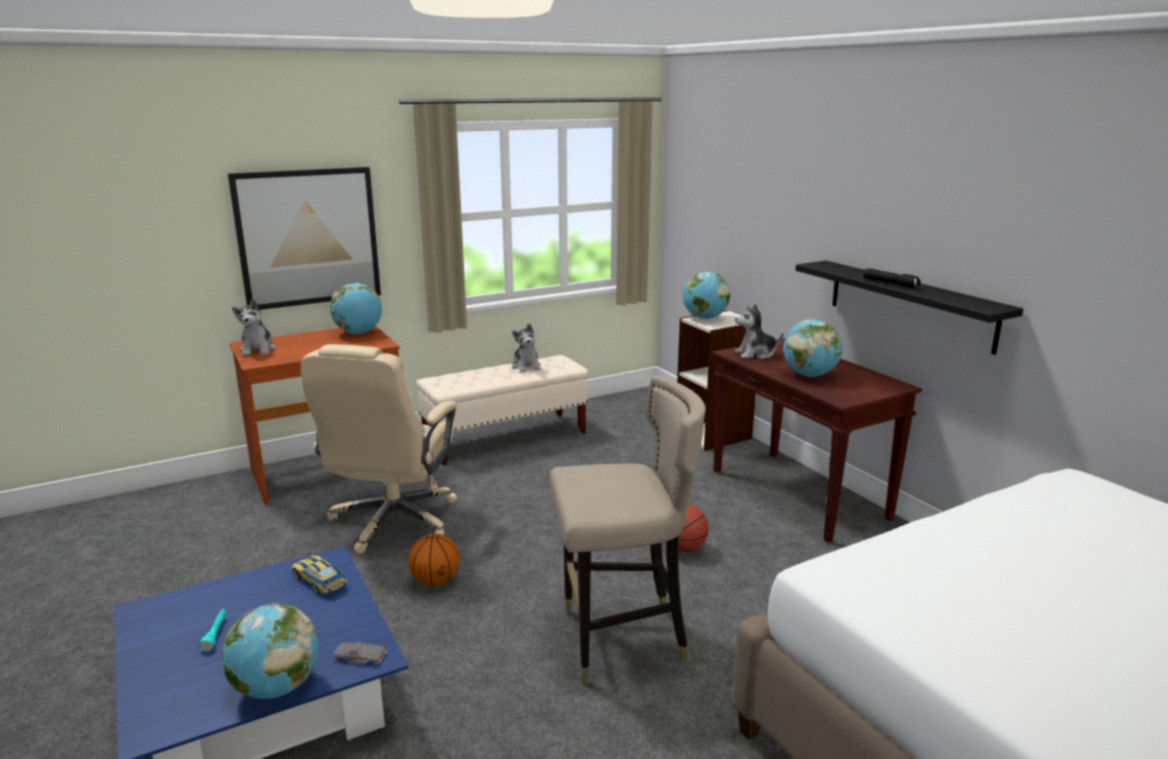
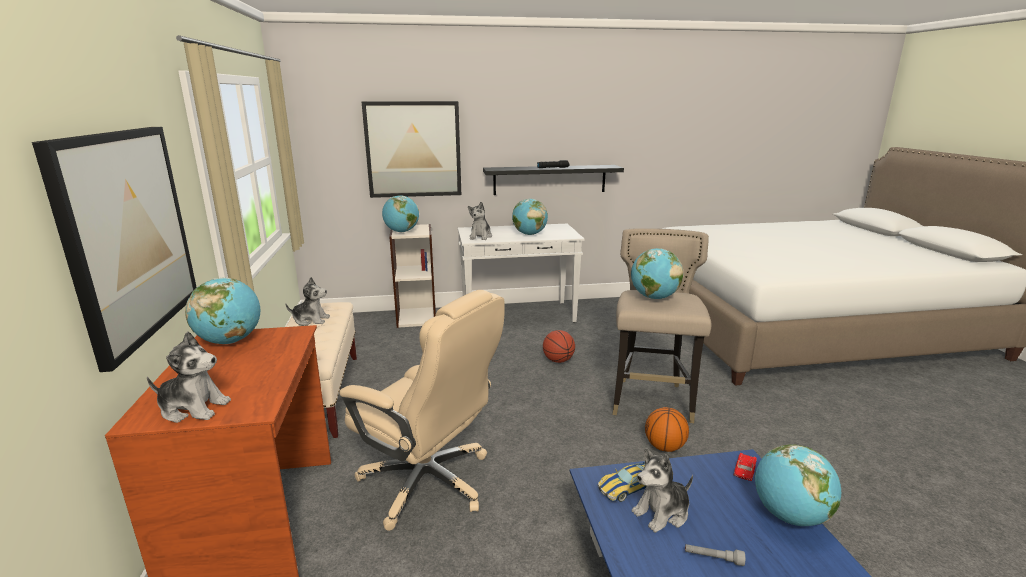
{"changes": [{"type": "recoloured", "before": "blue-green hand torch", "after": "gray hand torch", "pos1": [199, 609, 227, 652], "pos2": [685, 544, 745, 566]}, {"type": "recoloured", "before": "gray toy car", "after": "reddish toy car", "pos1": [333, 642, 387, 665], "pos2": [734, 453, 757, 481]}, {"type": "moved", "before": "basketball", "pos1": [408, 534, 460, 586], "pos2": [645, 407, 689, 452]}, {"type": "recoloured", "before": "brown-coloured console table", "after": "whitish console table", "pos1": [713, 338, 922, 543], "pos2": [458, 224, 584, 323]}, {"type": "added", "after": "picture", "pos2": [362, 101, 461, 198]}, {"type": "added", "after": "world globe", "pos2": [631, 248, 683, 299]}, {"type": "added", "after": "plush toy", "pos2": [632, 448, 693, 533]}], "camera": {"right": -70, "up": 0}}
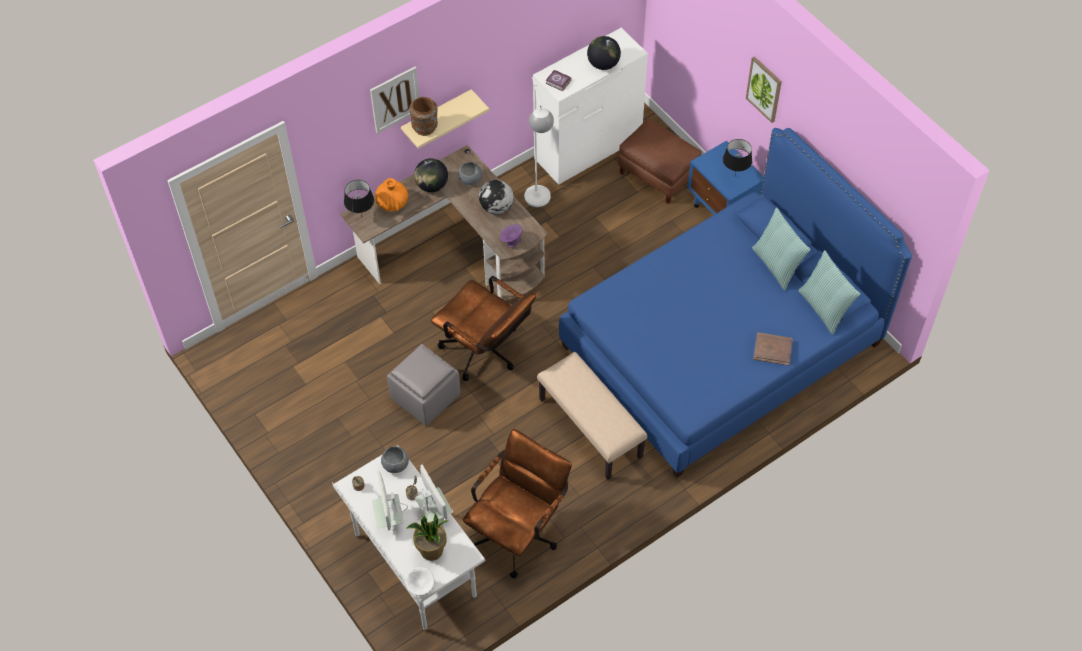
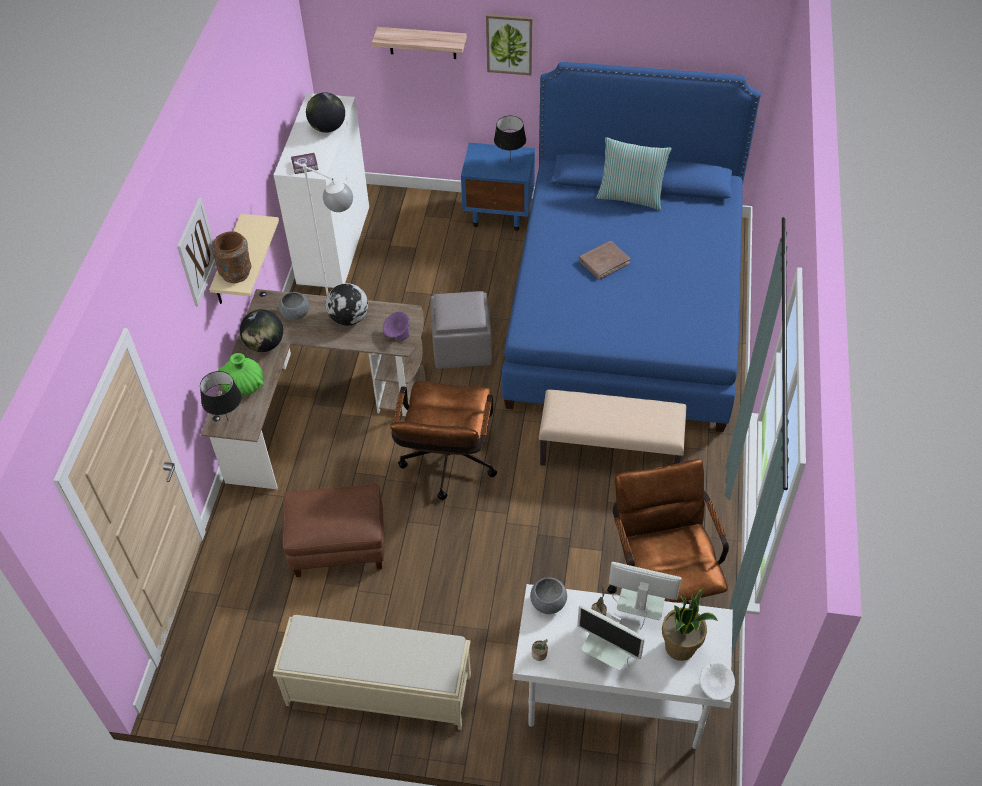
{"changes": [{"type": "recoloured", "before": "orange decorative vase", "after": "greenish decorative vase", "pos1": [375, 178, 408, 211], "pos2": [218, 353, 264, 396]}, {"type": "moved", "before": "gray pouffe", "pos1": [387, 344, 460, 426], "pos2": [431, 291, 492, 369]}, {"type": "turned", "before": "brown-coloured computer chair", "pos1": [431, 276, 536, 381], "pos2": [390, 381, 497, 500], "turn": 105}, {"type": "moved", "before": "brown-coloured pouffe", "pos1": [618, 119, 702, 204], "pos2": [283, 484, 385, 577]}, {"type": "moved", "before": "brown-coloured bound book", "pos1": [753, 332, 793, 365], "pos2": [579, 241, 631, 280]}, {"type": "removed", "before": "throw pillow", "pos1": [799, 250, 861, 335]}, {"type": "added", "after": "beige bench", "pos2": [273, 615, 471, 730]}, {"type": "added", "after": "wall shelf", "pos2": [372, 27, 467, 59]}], "camera": {"right": -45, "up": -5}}
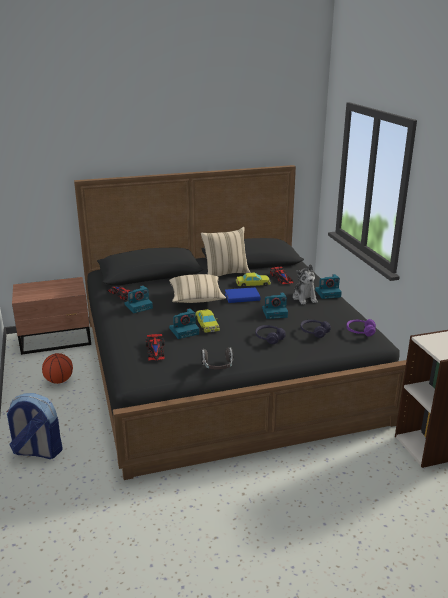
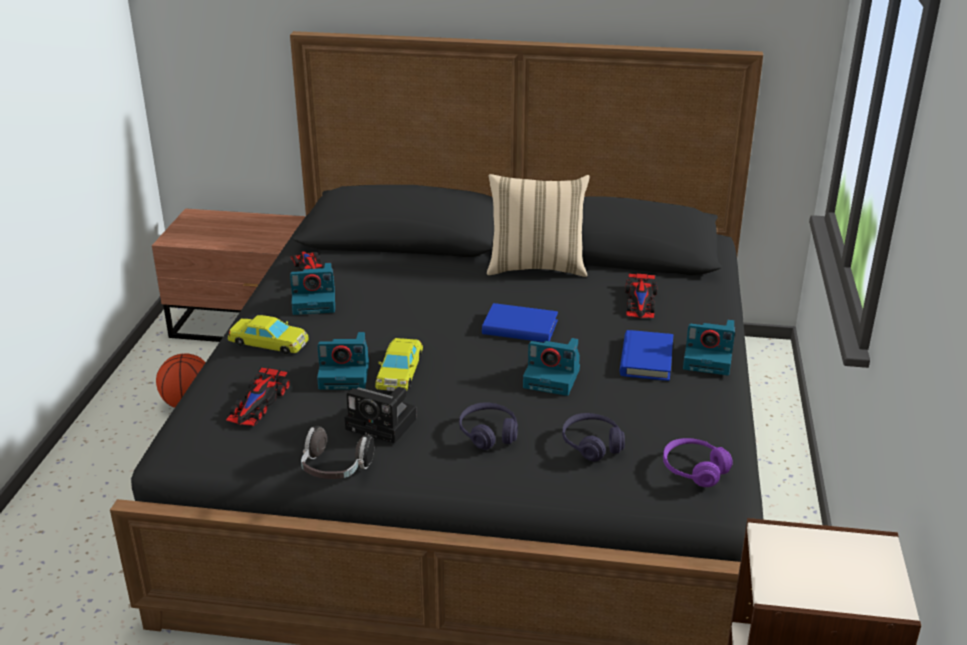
{"changes": [{"type": "removed", "before": "rucksack", "pos1": [7, 393, 63, 459]}, {"type": "removed", "before": "beige throw pillow", "pos1": [169, 274, 226, 303]}, {"type": "moved", "before": "yellow-coloured toy car", "pos1": [236, 273, 271, 287], "pos2": [227, 315, 309, 354]}, {"type": "replaced", "before": "plush toy", "after": "bluish bound book", "pos1": [293, 264, 318, 305], "pos2": [620, 330, 673, 381]}, {"type": "added", "after": "photo camera", "pos2": [345, 387, 417, 444]}], "camera": {"right": 25, "up": 5}}
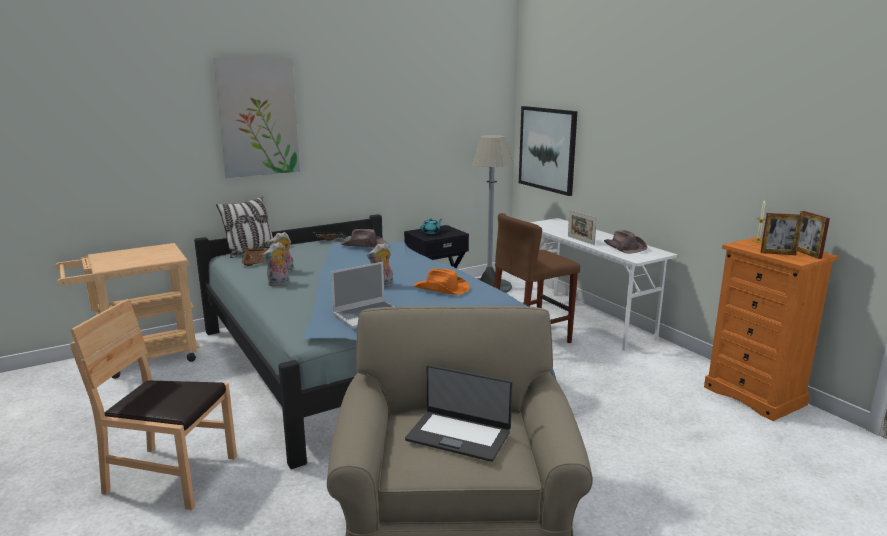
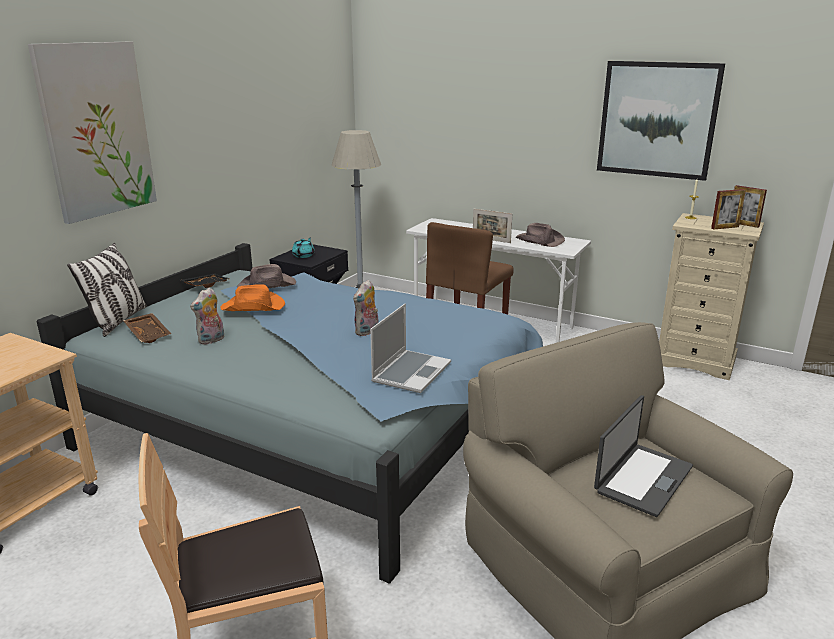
{"changes": [{"type": "removed", "before": "plush toy", "pos1": [263, 242, 289, 286]}, {"type": "turned", "before": "portable computer", "pos1": [405, 365, 513, 462], "pos2": [594, 395, 693, 517], "turn": -45}, {"type": "moved", "before": "orange hat", "pos1": [414, 269, 470, 295], "pos2": [220, 284, 285, 311]}, {"type": "moved", "before": "picture", "pos1": [519, 106, 577, 196], "pos2": [597, 61, 725, 181]}, {"type": "recoloured", "before": "orange dresser", "after": "beige dresser", "pos1": [704, 237, 838, 421], "pos2": [659, 213, 764, 380]}], "camera": {"right": -30, "up": 5}}
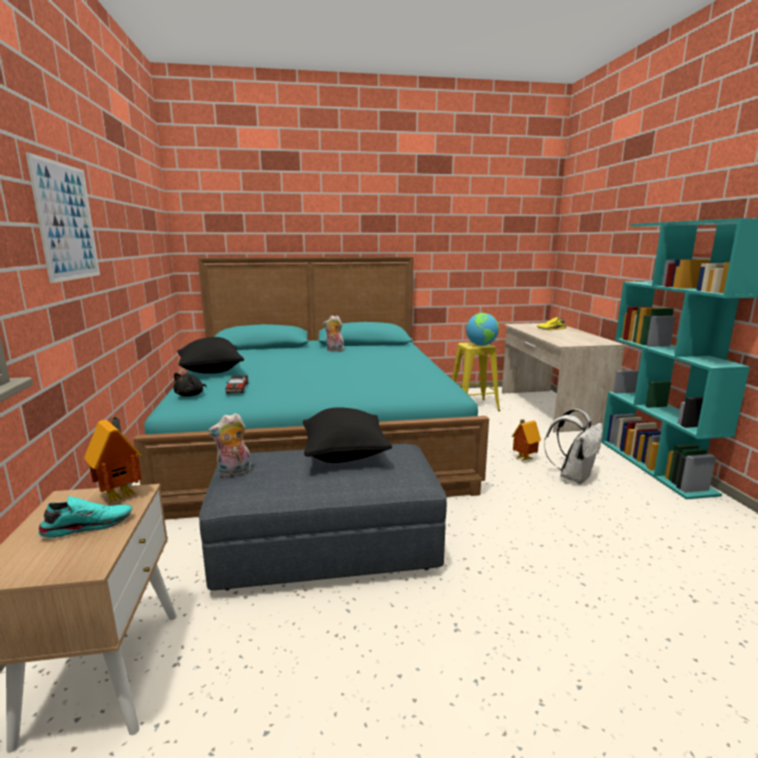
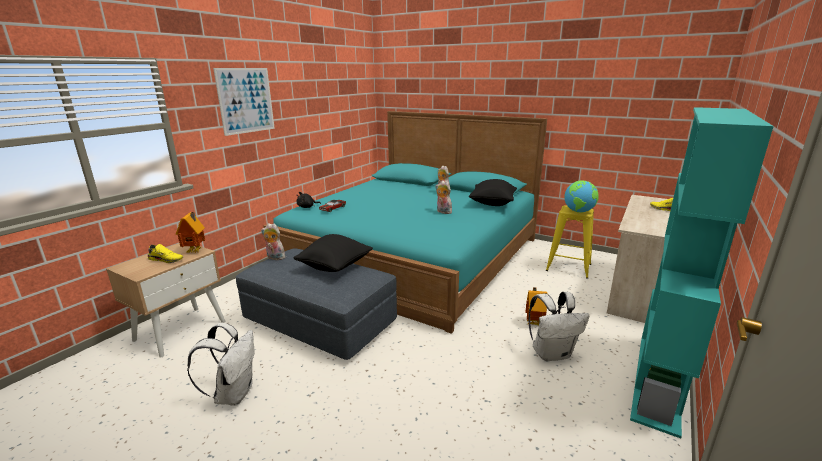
{"changes": [{"type": "recoloured", "before": "blue-green low shoe", "after": "yellow-coloured low shoe", "pos1": [38, 496, 132, 538], "pos2": [148, 244, 183, 263]}, {"type": "moved", "before": "blackish throw pillow", "pos1": [177, 337, 244, 374], "pos2": [469, 179, 517, 206]}, {"type": "added", "after": "whitish rucksack", "pos2": [187, 323, 255, 406]}, {"type": "added", "after": "plush toy", "pos2": [435, 180, 452, 214]}], "camera": {"right": 40, "up": 5}}
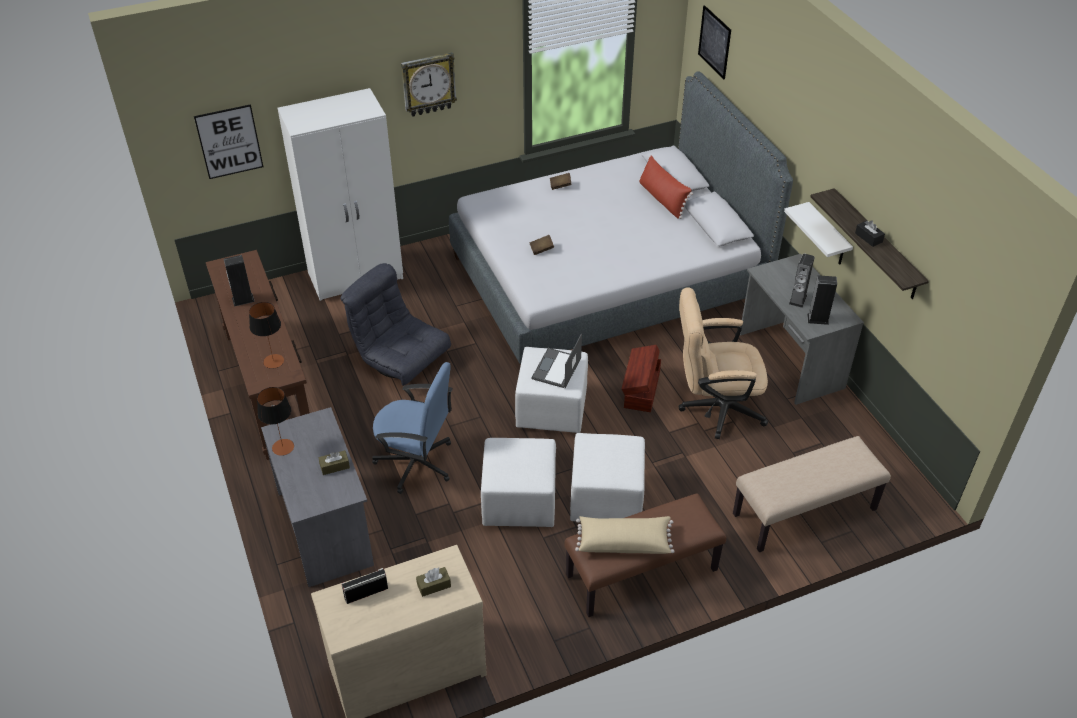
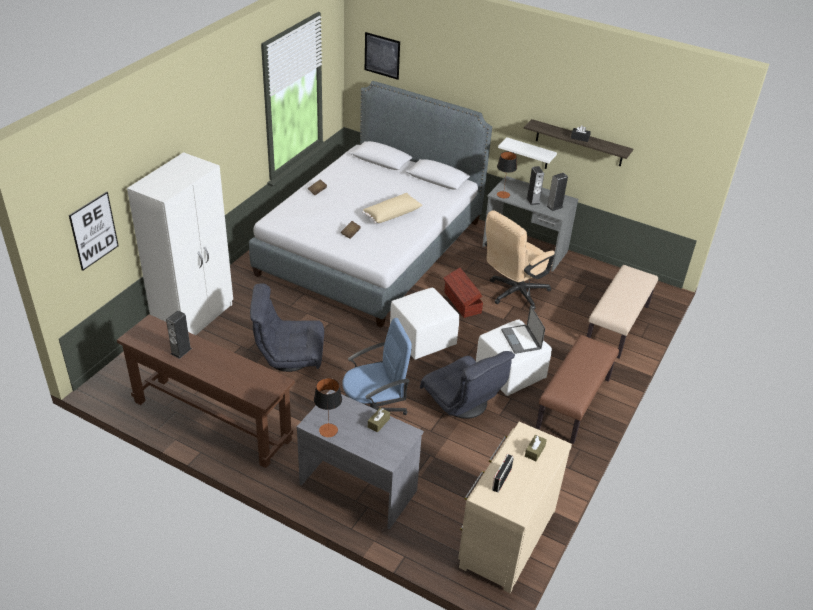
{"changes": [{"type": "moved", "before": "tabletop lamp", "pos1": [249, 302, 284, 369], "pos2": [497, 152, 517, 198]}, {"type": "removed", "before": "clock on the wall", "pos1": [401, 52, 457, 117]}, {"type": "replaced", "before": "whitish pouffe", "after": "gray lounge chair", "pos1": [481, 438, 556, 527], "pos2": [420, 351, 515, 419]}, {"type": "moved", "before": "portable computer", "pos1": [531, 333, 582, 388], "pos2": [501, 305, 545, 354]}, {"type": "moved", "before": "beige throw pillow", "pos1": [575, 516, 675, 554], "pos2": [362, 193, 423, 224]}, {"type": "removed", "before": "reddish throw pillow", "pos1": [639, 155, 693, 219]}], "camera": {"right": -40, "up": -5}}
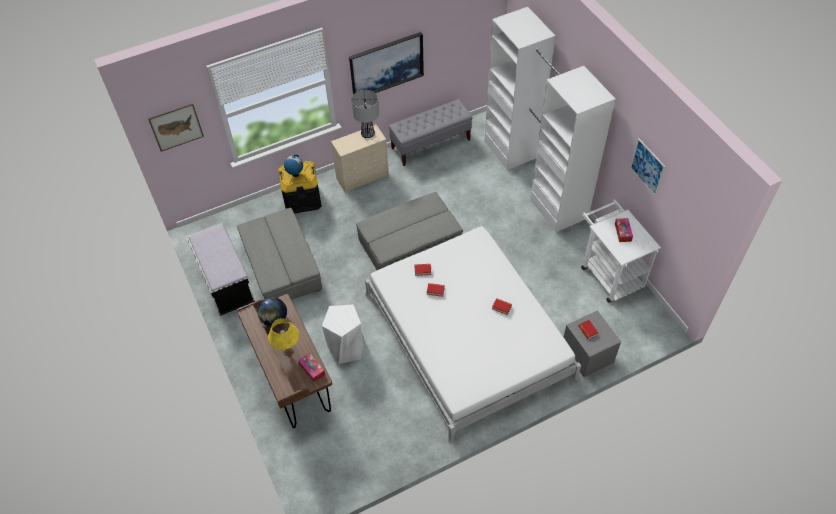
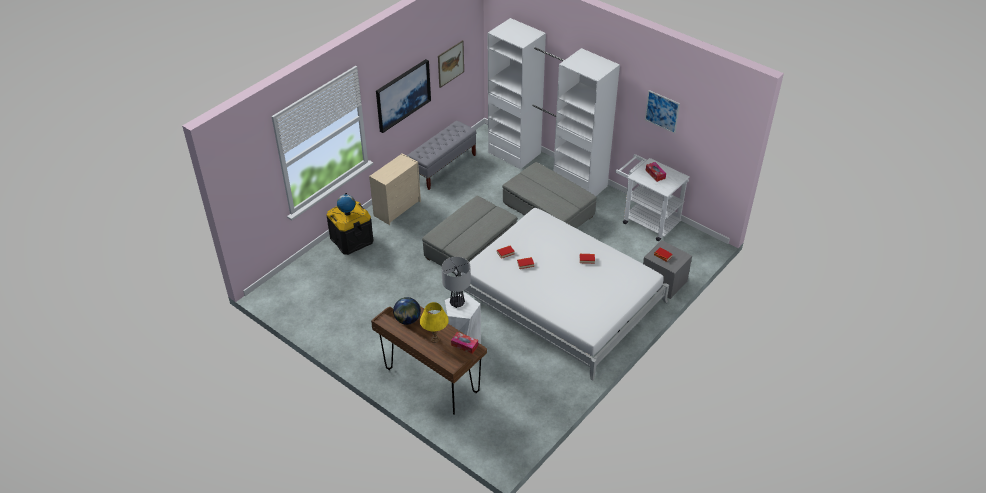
{"changes": [{"type": "moved", "before": "picture", "pos1": [148, 103, 204, 152], "pos2": [438, 40, 464, 88]}, {"type": "removed", "before": "blackish bench", "pos1": [186, 223, 255, 316]}, {"type": "moved", "before": "gray pouffe", "pos1": [237, 208, 322, 300], "pos2": [502, 162, 597, 229]}, {"type": "moved", "before": "tabletop lamp", "pos1": [351, 90, 379, 138], "pos2": [442, 257, 471, 308]}], "camera": {"right": -25, "up": -10}}
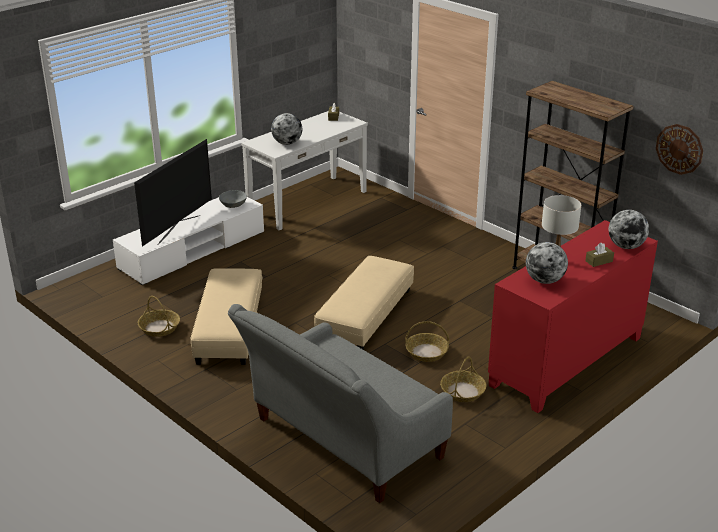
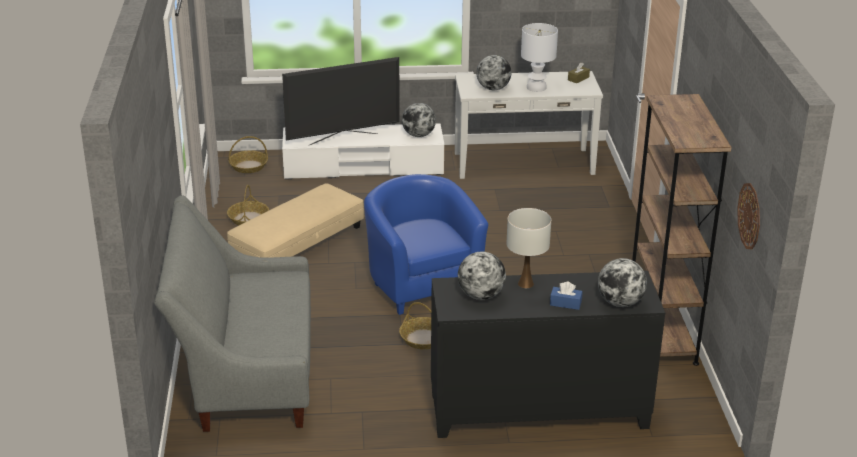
{"changes": [{"type": "replaced", "before": "gray bowl", "after": "world globe", "pos1": [219, 190, 247, 208], "pos2": [402, 103, 436, 137]}, {"type": "replaced", "before": "beige pouffe", "after": "bluish lounge chair", "pos1": [314, 256, 414, 350], "pos2": [364, 174, 488, 315]}, {"type": "moved", "before": "storage basket", "pos1": [440, 356, 486, 402], "pos2": [228, 136, 268, 173]}, {"type": "recoloured", "before": "reddish cabinet", "after": "blackish cabinet", "pos1": [488, 220, 658, 413], "pos2": [431, 271, 665, 438]}, {"type": "recoloured", "before": "brown-coloured box of tissues", "after": "bluish box of tissues", "pos1": [585, 243, 614, 267], "pos2": [550, 282, 582, 310]}, {"type": "added", "after": "whitish tabletop lamp", "pos2": [521, 23, 558, 92]}], "camera": {"right": 40, "up": 0}}
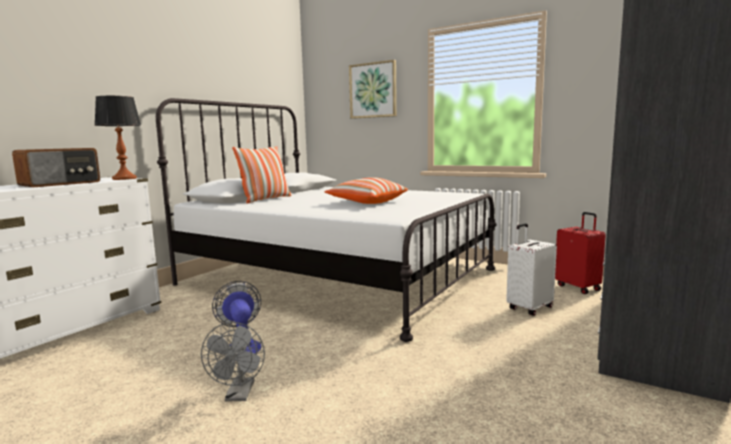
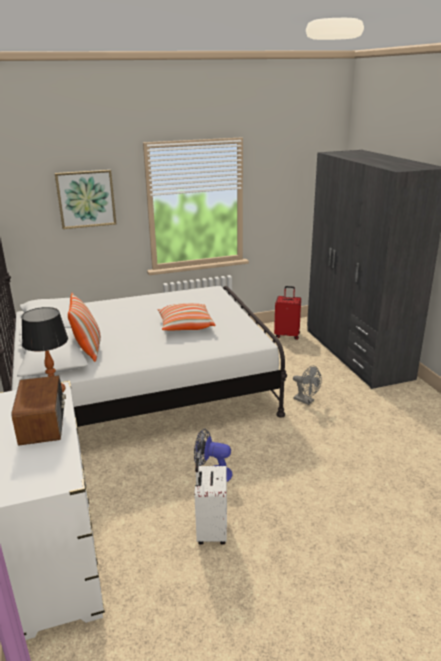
{"changes": [{"type": "moved", "before": "gray cooling fan", "pos1": [201, 322, 265, 402], "pos2": [293, 366, 322, 405]}, {"type": "moved", "before": "whitish suitcase", "pos1": [506, 223, 557, 316], "pos2": [194, 458, 227, 545]}], "camera": {"right": -50, "up": 15}}
